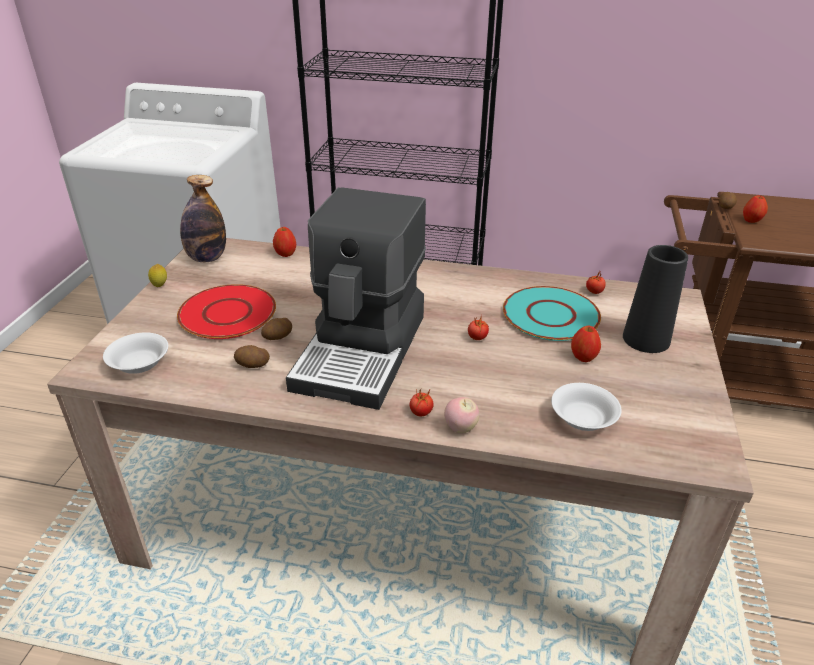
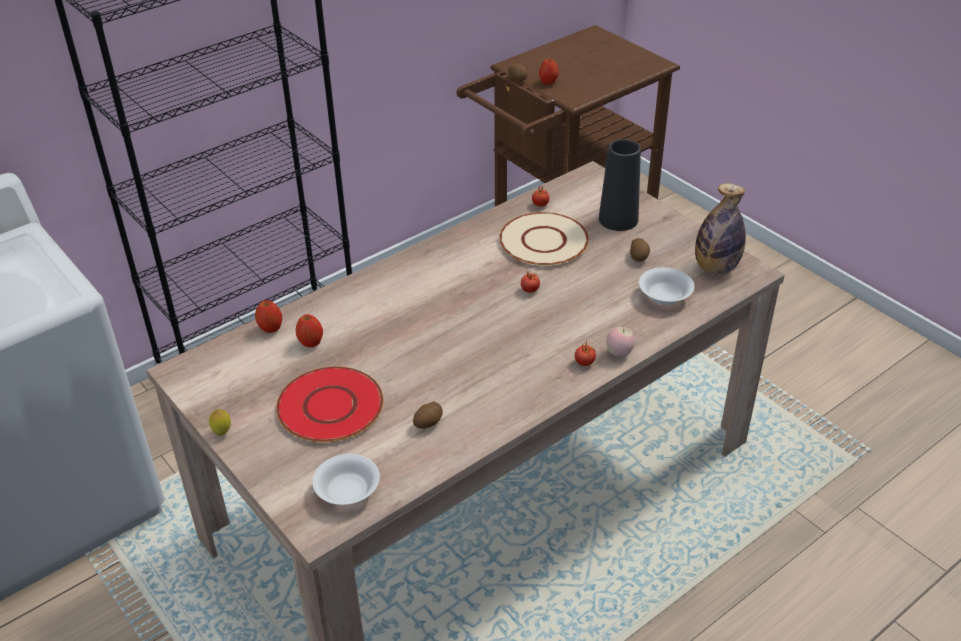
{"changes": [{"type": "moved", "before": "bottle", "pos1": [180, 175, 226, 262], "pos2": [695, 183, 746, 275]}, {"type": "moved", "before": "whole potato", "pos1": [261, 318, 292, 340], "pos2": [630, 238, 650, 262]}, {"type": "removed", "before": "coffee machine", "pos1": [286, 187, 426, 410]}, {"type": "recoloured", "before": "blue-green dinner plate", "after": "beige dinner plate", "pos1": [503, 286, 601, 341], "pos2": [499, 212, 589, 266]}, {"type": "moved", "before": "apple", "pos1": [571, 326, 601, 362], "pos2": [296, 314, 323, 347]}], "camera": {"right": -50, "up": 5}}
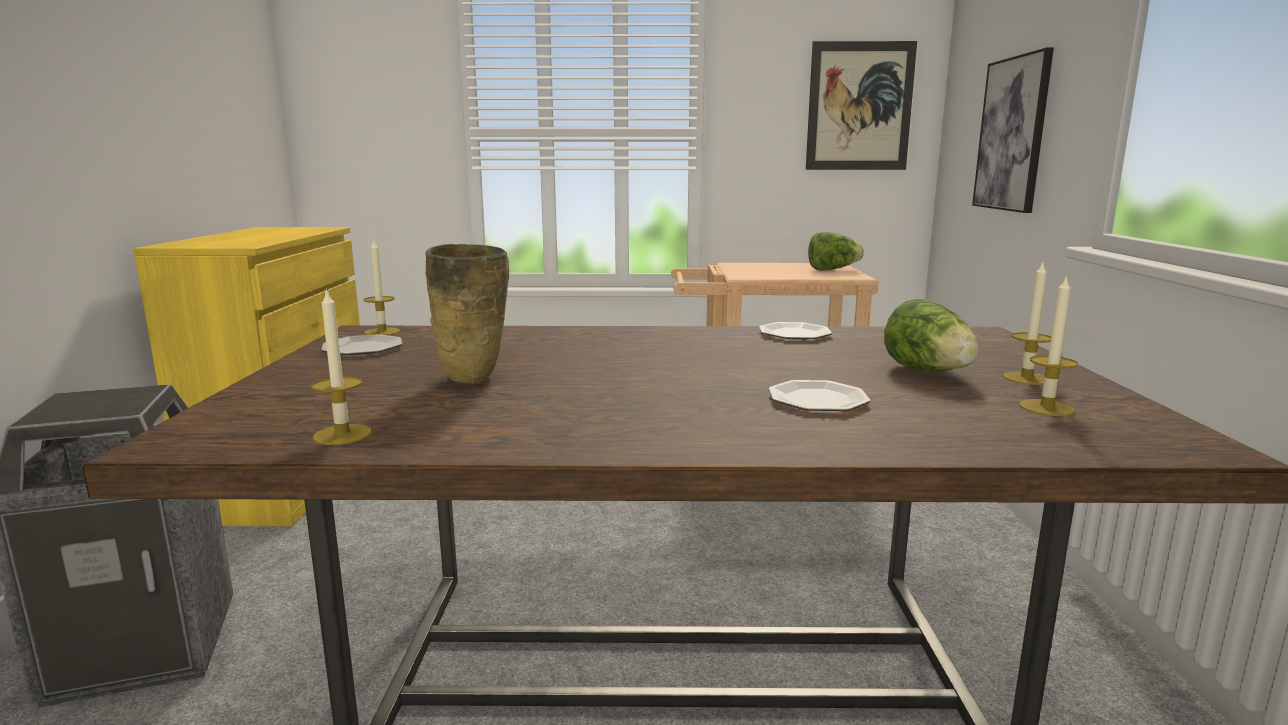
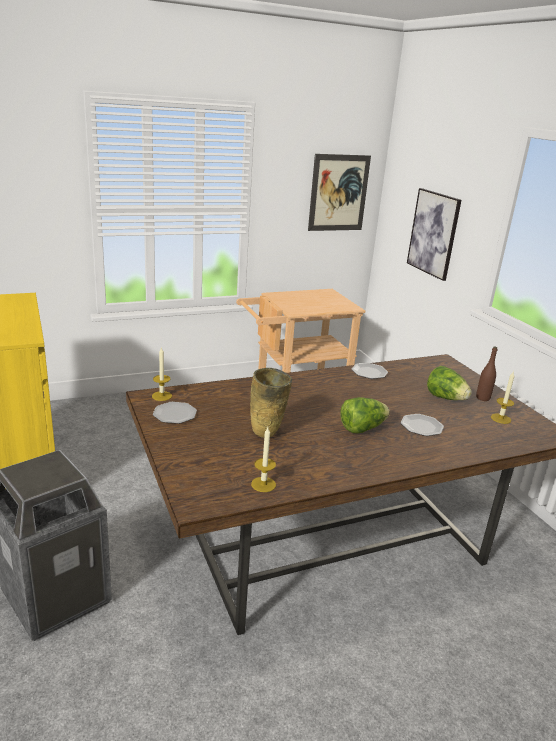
{"changes": [{"type": "moved", "before": "lettuce head", "pos1": [808, 232, 864, 271], "pos2": [340, 397, 390, 433]}, {"type": "replaced", "before": "candle", "after": "brown-coloured bottle", "pos1": [1003, 263, 1051, 385], "pos2": [476, 346, 497, 401]}], "camera": {"right": -25, "up": 10}}
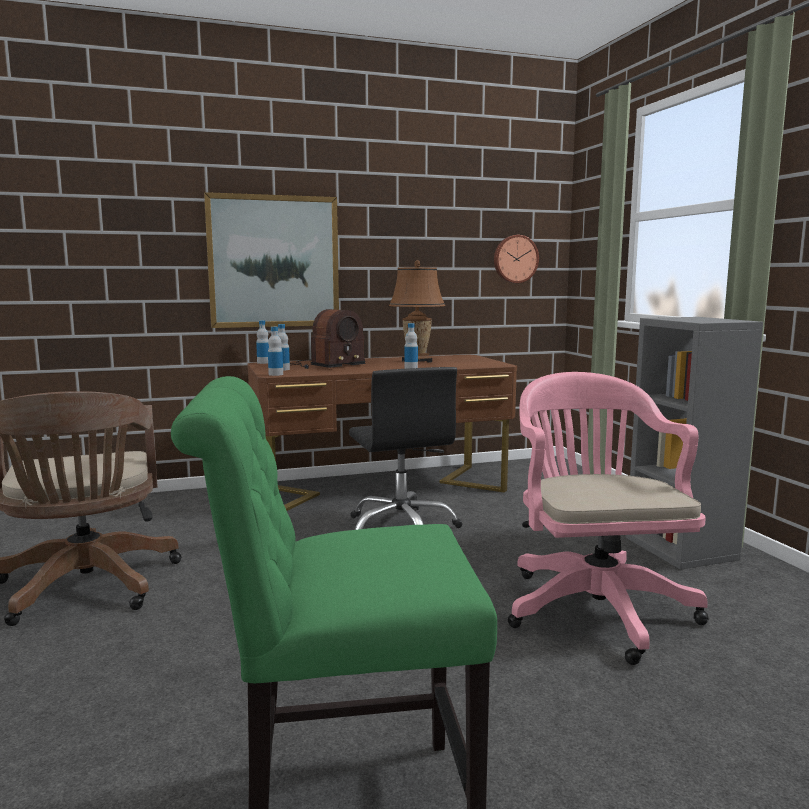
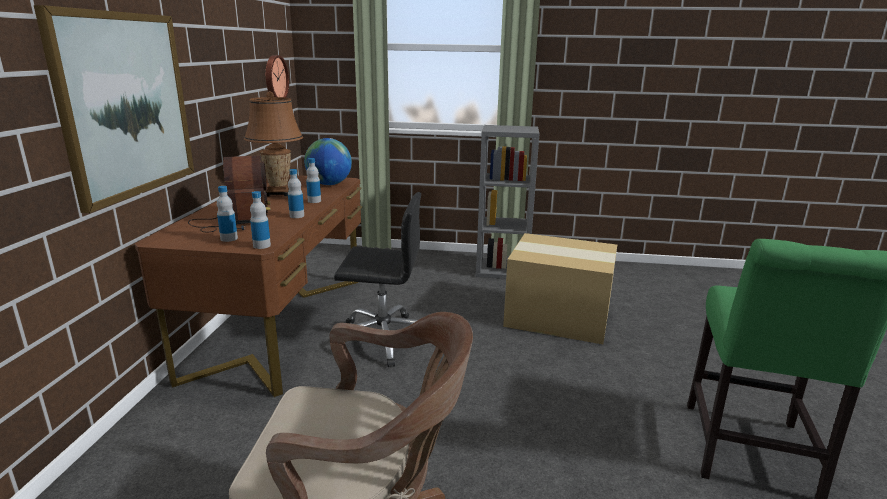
{"changes": [{"type": "moved", "before": "bottle", "pos1": [256, 321, 269, 364], "pos2": [288, 169, 304, 218]}, {"type": "replaced", "before": "pink computer chair", "after": "cardboard box", "pos1": [508, 372, 709, 665], "pos2": [503, 233, 617, 344]}, {"type": "added", "after": "world globe", "pos2": [304, 138, 352, 185]}], "camera": {"right": -65, "up": 10}}
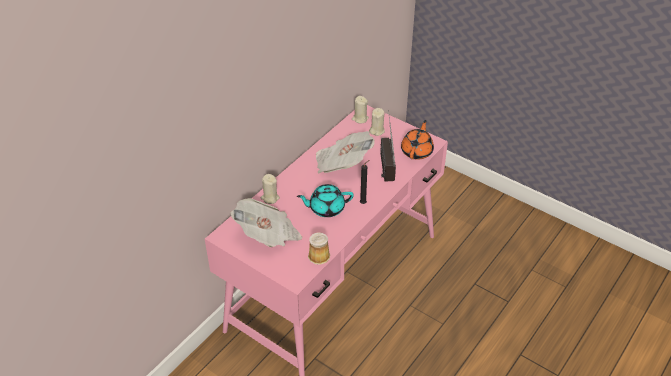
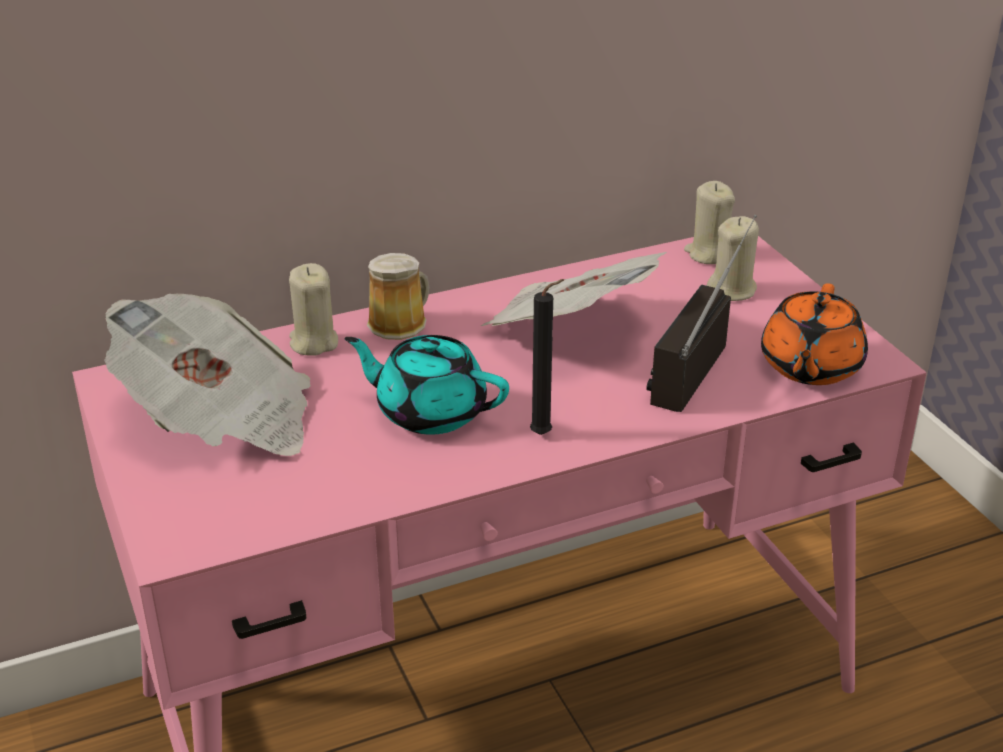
{"changes": [{"type": "moved", "before": "tea mug", "pos1": [308, 233, 330, 265], "pos2": [367, 253, 429, 340]}, {"type": "turned", "before": "orange pot for tea", "pos1": [401, 120, 434, 160], "pos2": [761, 283, 868, 385], "turn": 150}], "camera": {"right": 30, "up": -10}}
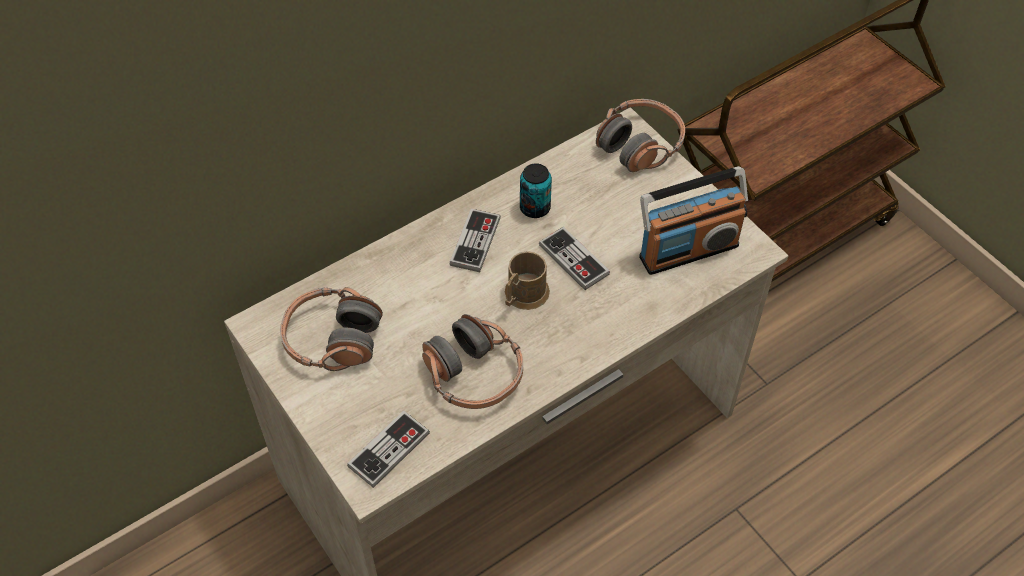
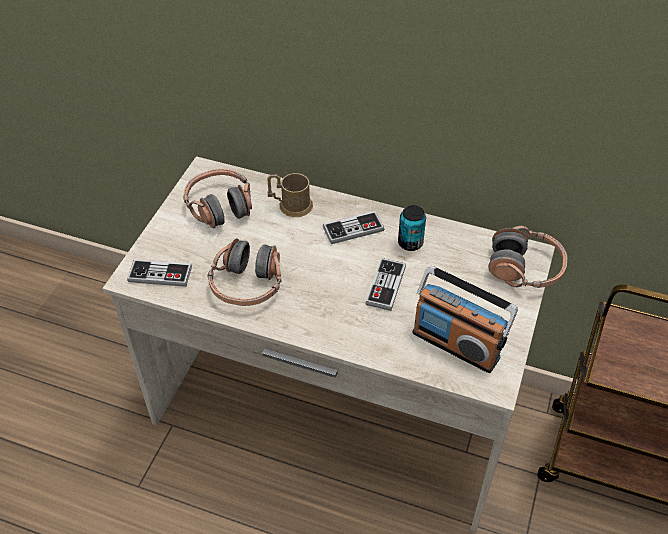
{"changes": [{"type": "moved", "before": "brown-coloured tea mug", "pos1": [505, 251, 550, 310], "pos2": [267, 173, 313, 217]}], "camera": {"right": 55, "up": -5}}
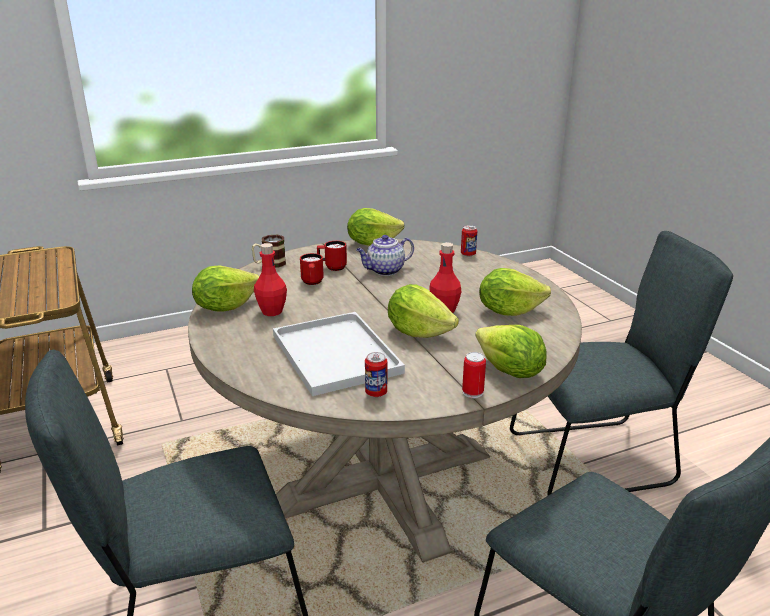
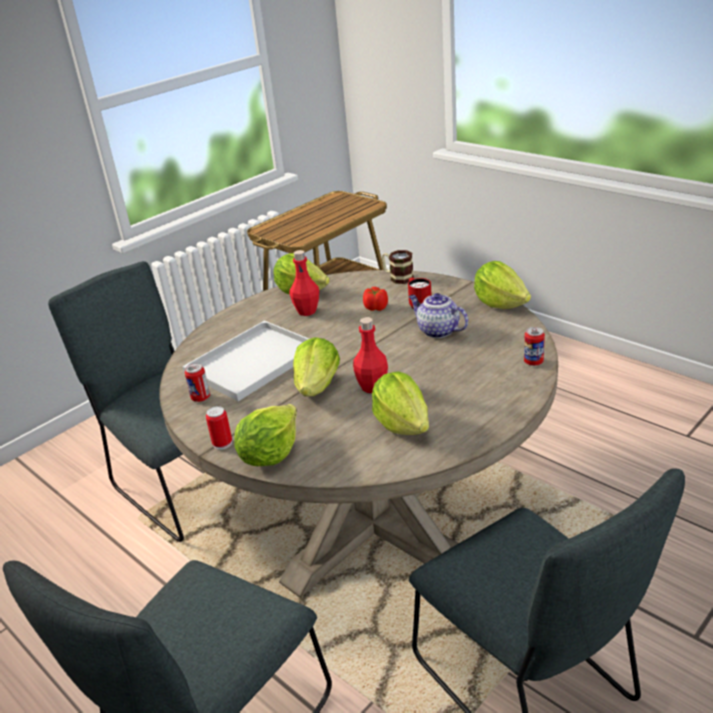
{"changes": [{"type": "replaced", "before": "reddish tea mug", "after": "whole tomato", "pos1": [300, 253, 324, 285], "pos2": [363, 287, 388, 311]}], "camera": {"right": 70, "up": 5}}
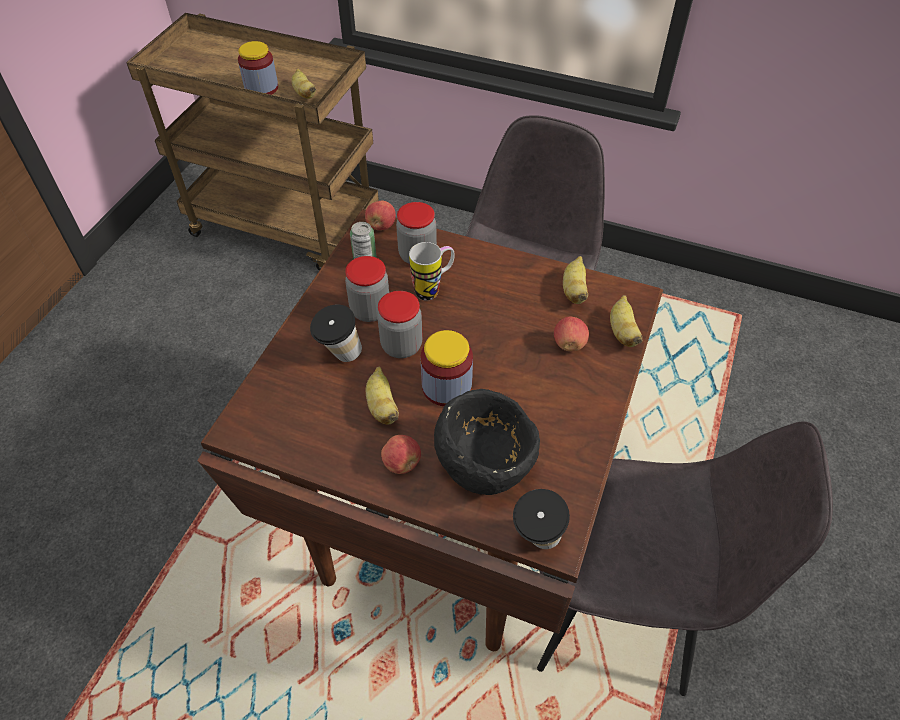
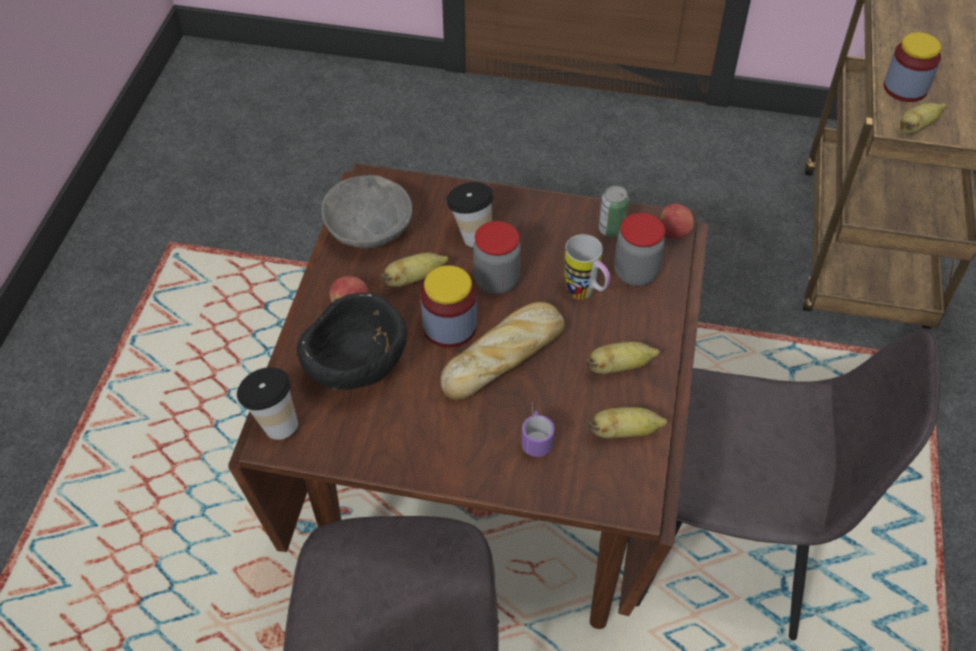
{"changes": [{"type": "removed", "before": "storage jar", "pos1": [345, 256, 389, 322]}, {"type": "replaced", "before": "apple", "after": "tea mug", "pos1": [554, 316, 589, 351], "pos2": [521, 406, 554, 457]}, {"type": "moved", "before": "whole banana", "pos1": [610, 295, 643, 347], "pos2": [586, 342, 660, 374]}, {"type": "added", "after": "gray bowl", "pos2": [321, 175, 412, 248]}, {"type": "added", "after": "bakery bread", "pos2": [440, 302, 565, 400]}], "camera": {"right": 80, "up": 0}}
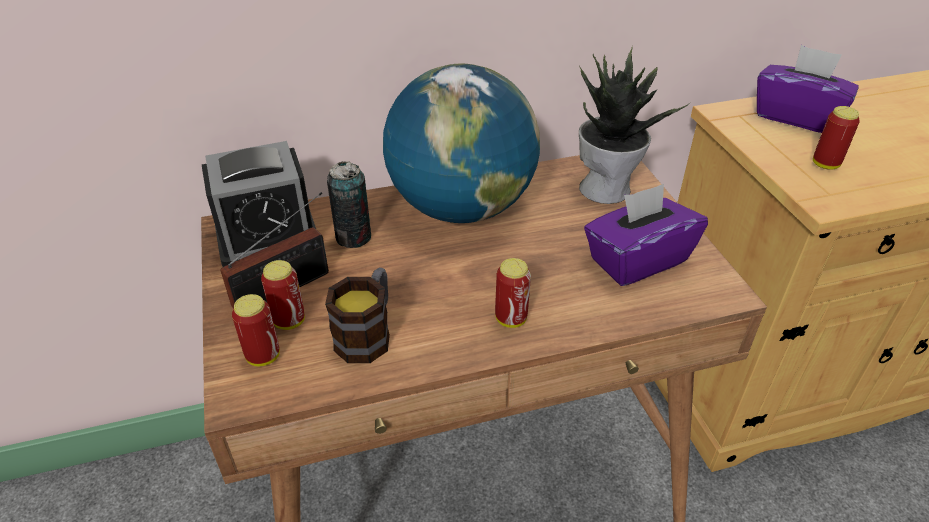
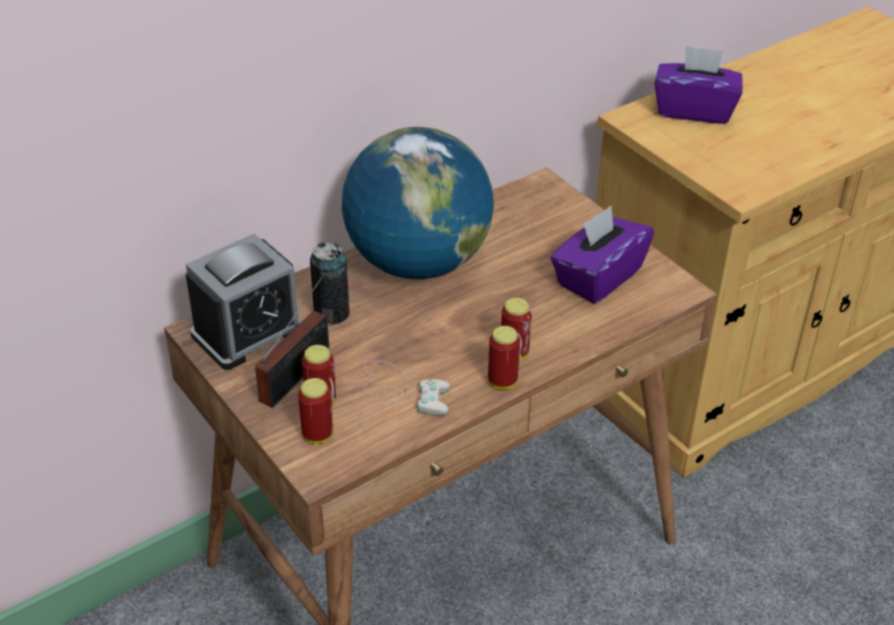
{"changes": [{"type": "replaced", "before": "tea mug", "after": "whitish game controller", "pos1": [325, 268, 390, 363], "pos2": [360, 361, 450, 431]}, {"type": "removed", "before": "plant in a pot", "pos1": [579, 48, 689, 204]}, {"type": "moved", "before": "can", "pos1": [813, 106, 859, 170], "pos2": [488, 326, 520, 390]}], "camera": {"right": -20, "up": 0}}
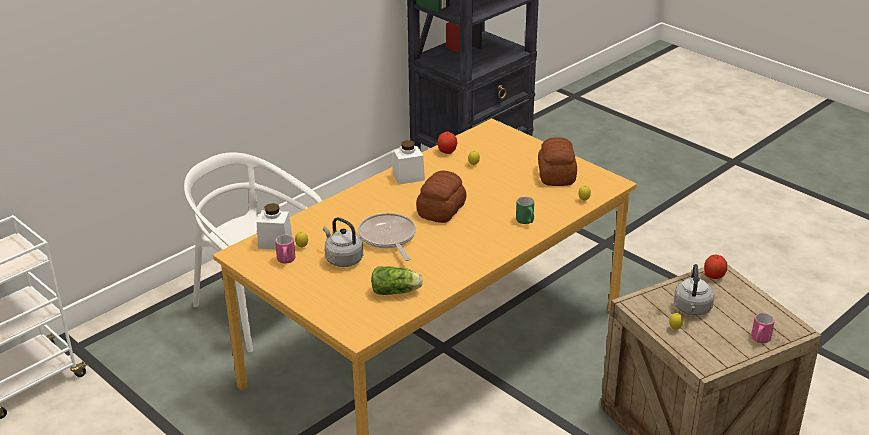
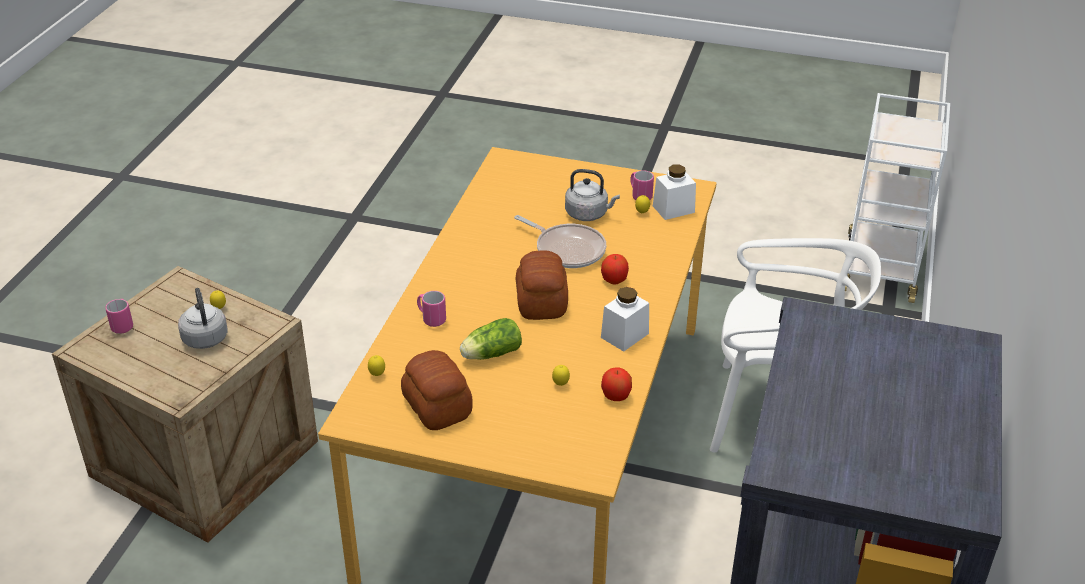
{"changes": [{"type": "moved", "before": "lettuce head", "pos1": [371, 266, 423, 295], "pos2": [460, 318, 522, 360]}, {"type": "recoloured", "before": "greenish tea mug", "after": "pink tea mug", "pos1": [516, 197, 534, 224], "pos2": [417, 291, 446, 327]}, {"type": "moved", "before": "apple", "pos1": [704, 255, 727, 279], "pos2": [601, 254, 629, 284]}], "camera": {"right": 150, "up": 5}}
